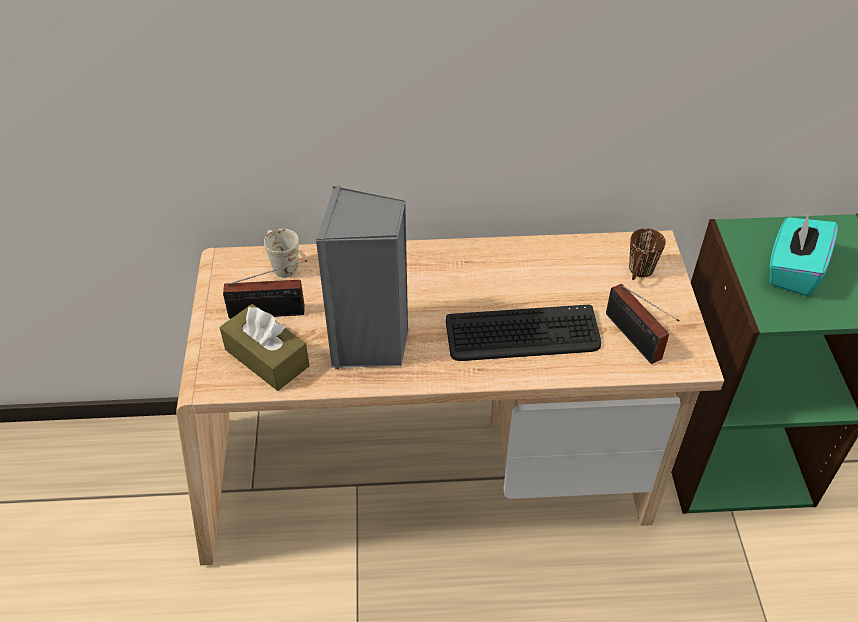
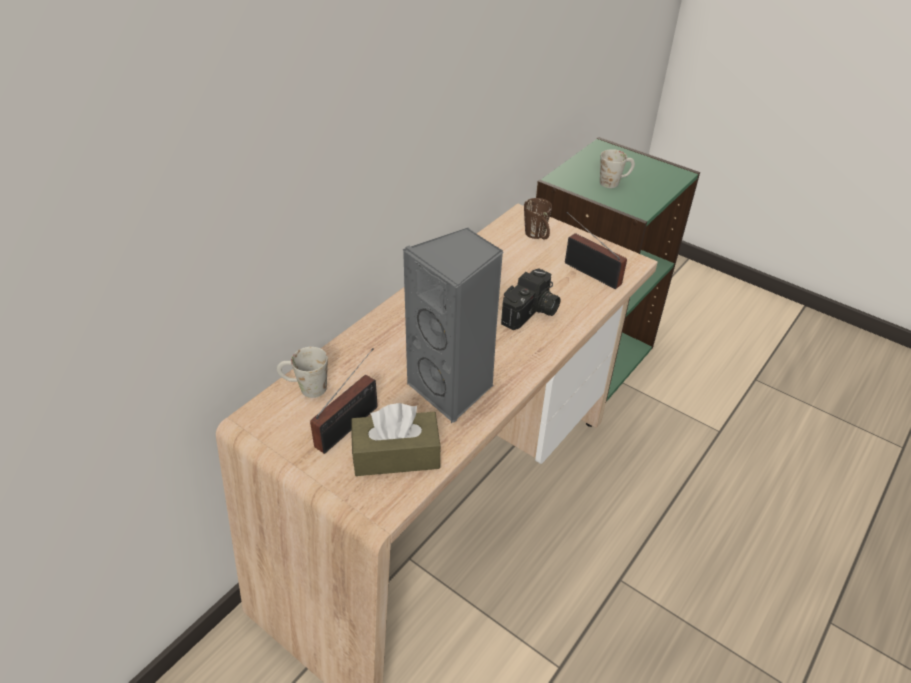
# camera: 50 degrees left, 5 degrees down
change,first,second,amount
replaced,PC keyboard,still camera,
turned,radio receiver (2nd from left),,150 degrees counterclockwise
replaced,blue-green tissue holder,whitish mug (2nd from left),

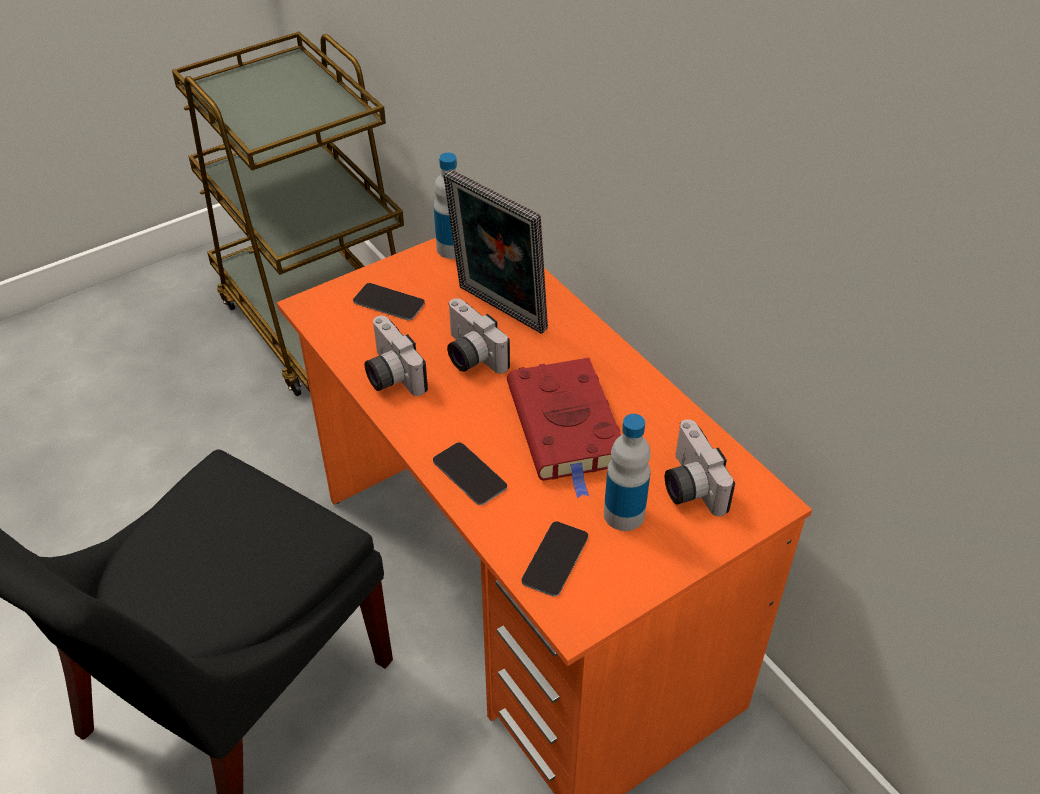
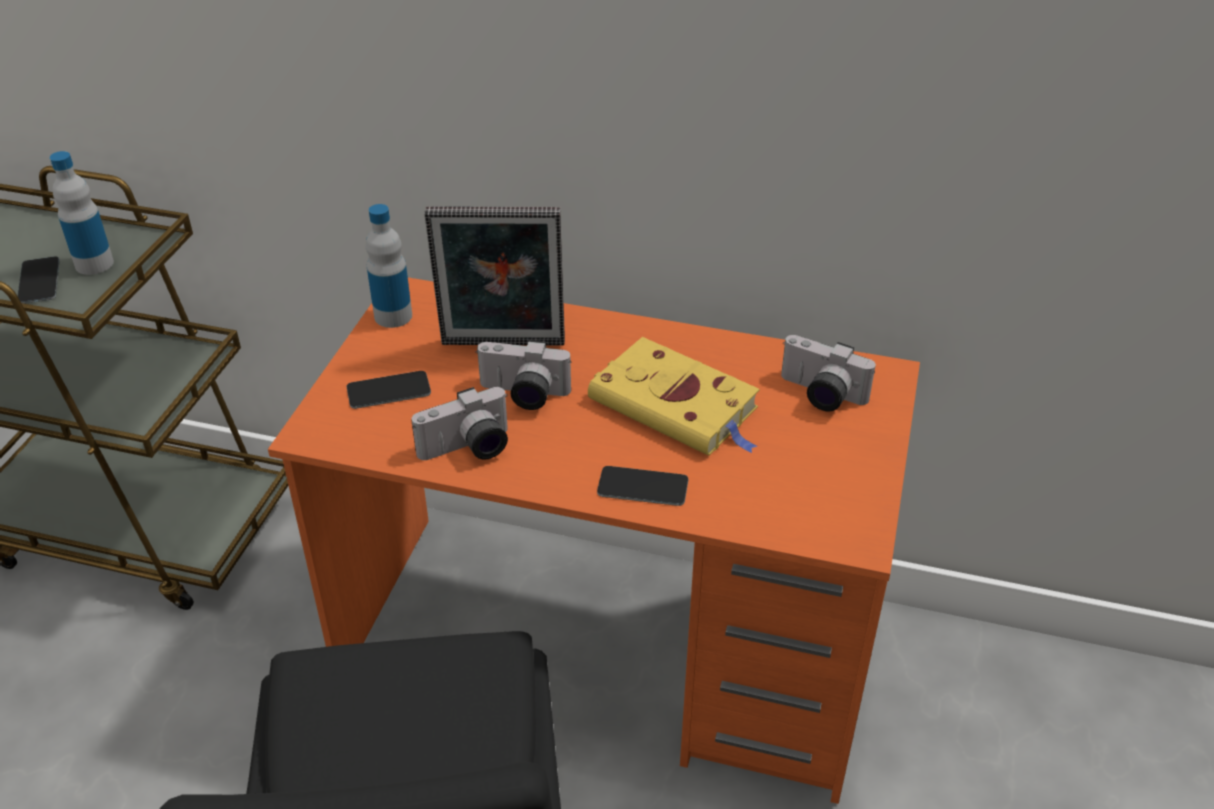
# camera: 40 degrees left, 5 degrees down
change,first,second,amount
moved,telephone (3rd from left in the first image),telephone (1st from left),
moved,beverage bottle (2nd from left in the first image),beverage bottle (1st from left),
turned,still camera (1st from left),,45 degrees counterclockwise
recoloured,red-coloured bound book,yellow-coloured bound book,

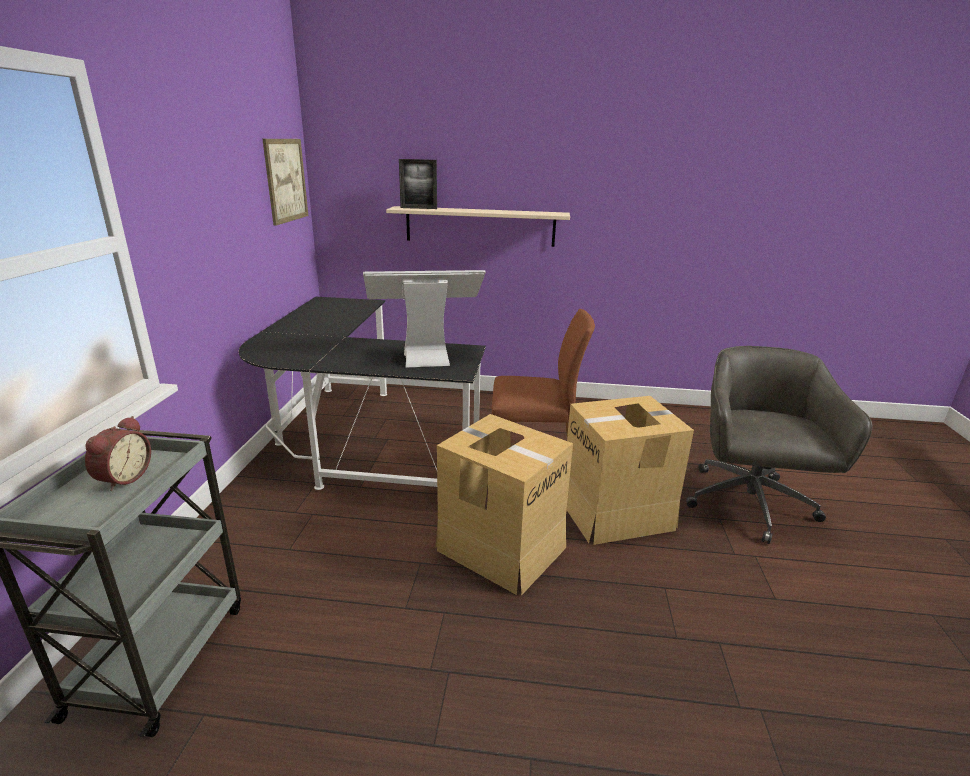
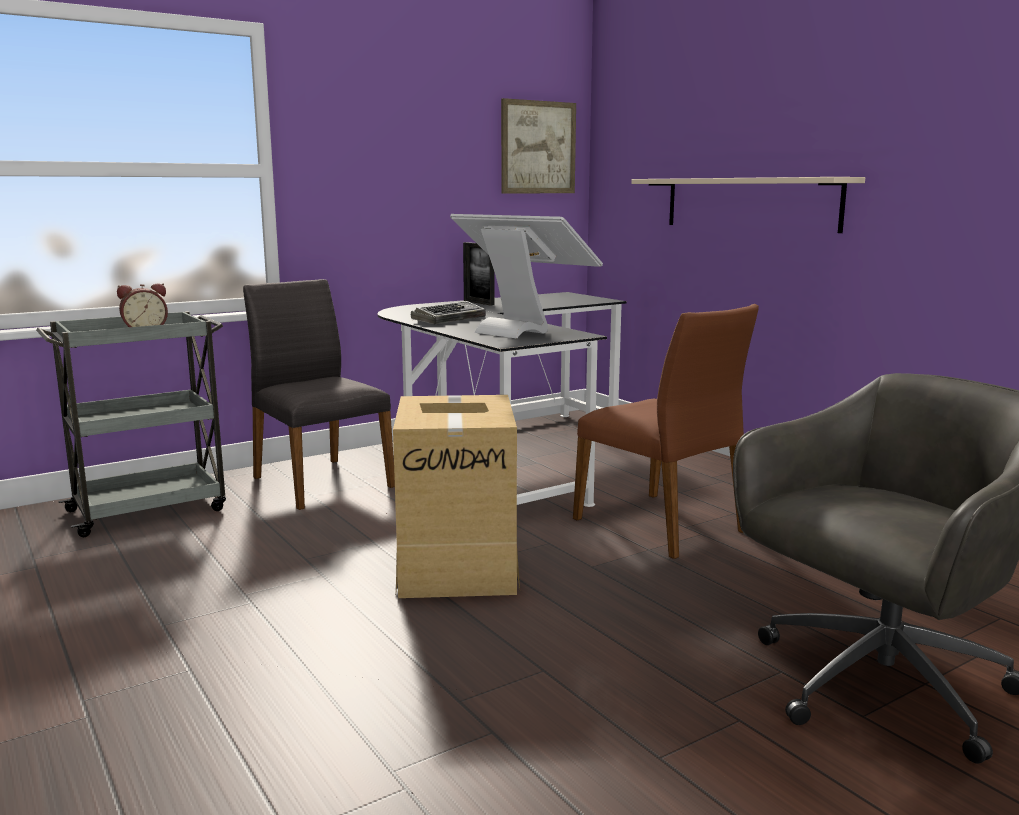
# camera: 50 degrees right, 10 degrees down
change,first,second,amount
added,,greyish upright chair,
added,,PC keyboard,
moved,picture frame,,
removed,carton (2nd from left),,

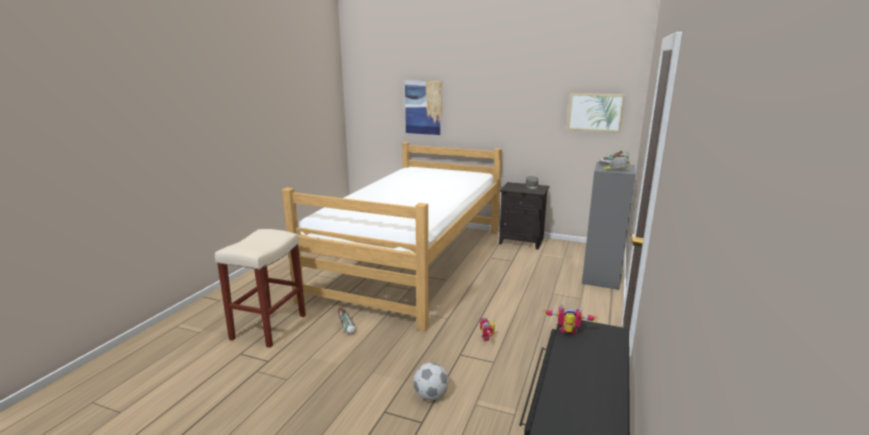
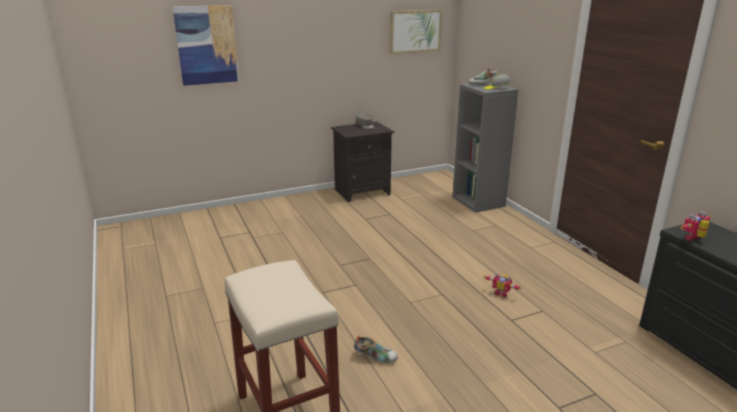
# camera: 45 degrees left, 5 degrees up
change,first,second,amount
removed,bed,,
removed,ball for football,,

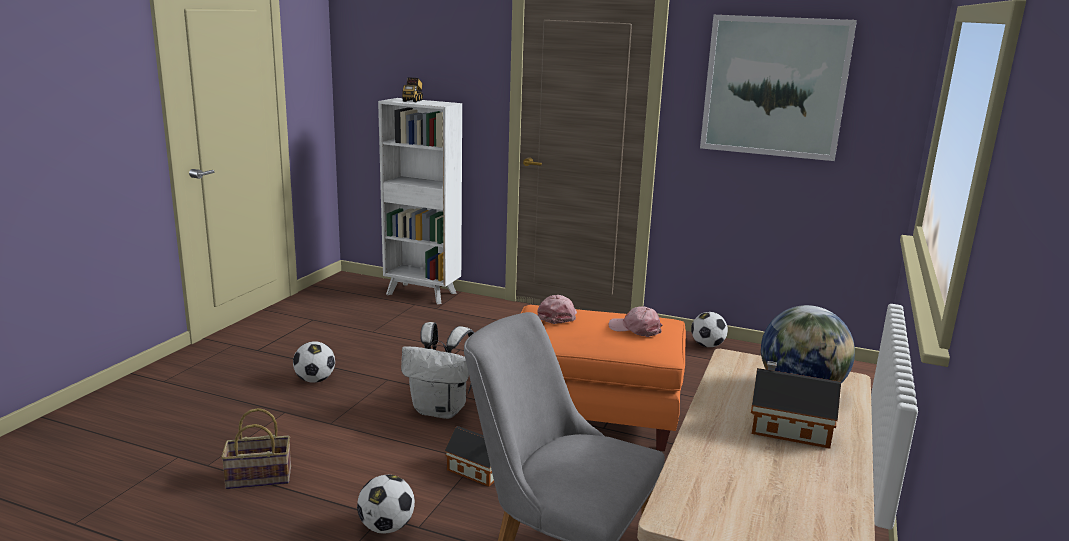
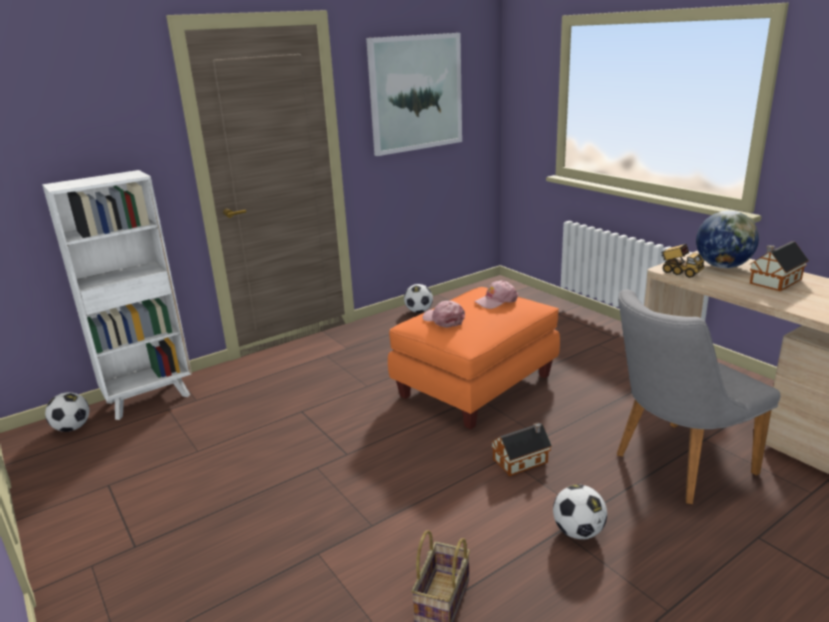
# camera: 55 degrees left, 5 degrees up
change,first,second,amount
moved,ball for football (1st from left),,
moved,toy truck,,
removed,whitish knapsack,,

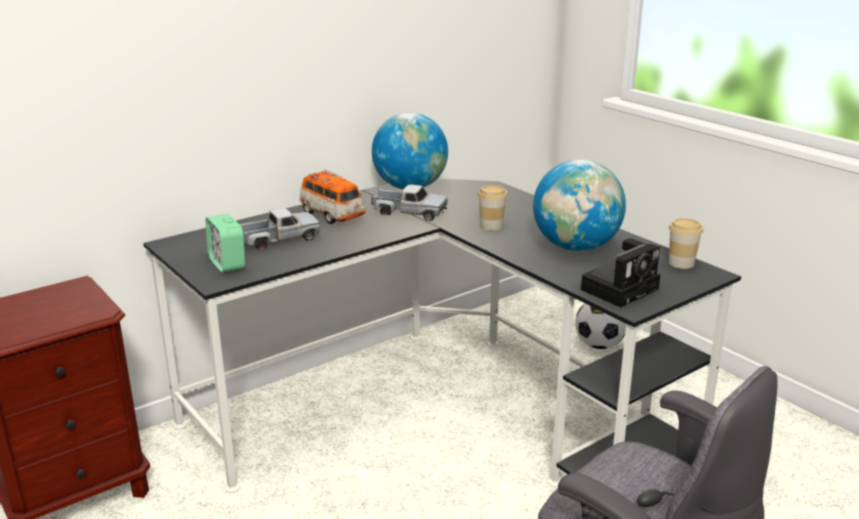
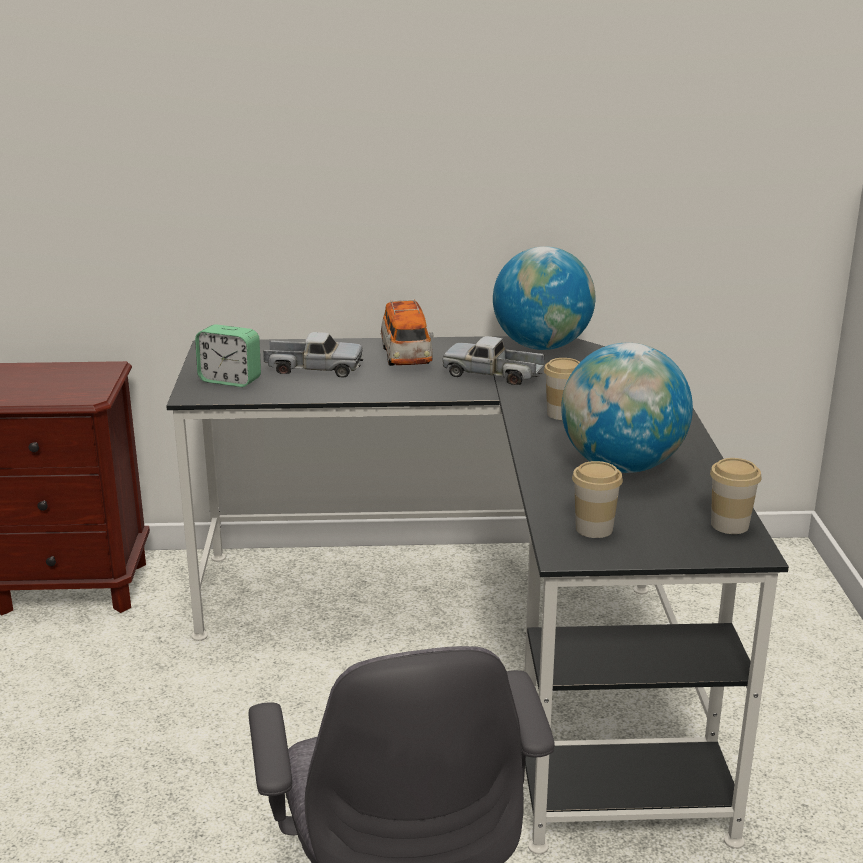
# camera: 35 degrees right, 0 degrees up
change,first,second,amount
turned,table clock,,75 degrees counterclockwise
turned,toy truck (2nd from left),,150 degrees clockwise
replaced,still camera,drinking cup (2nd from left),
removed,ball for football,,

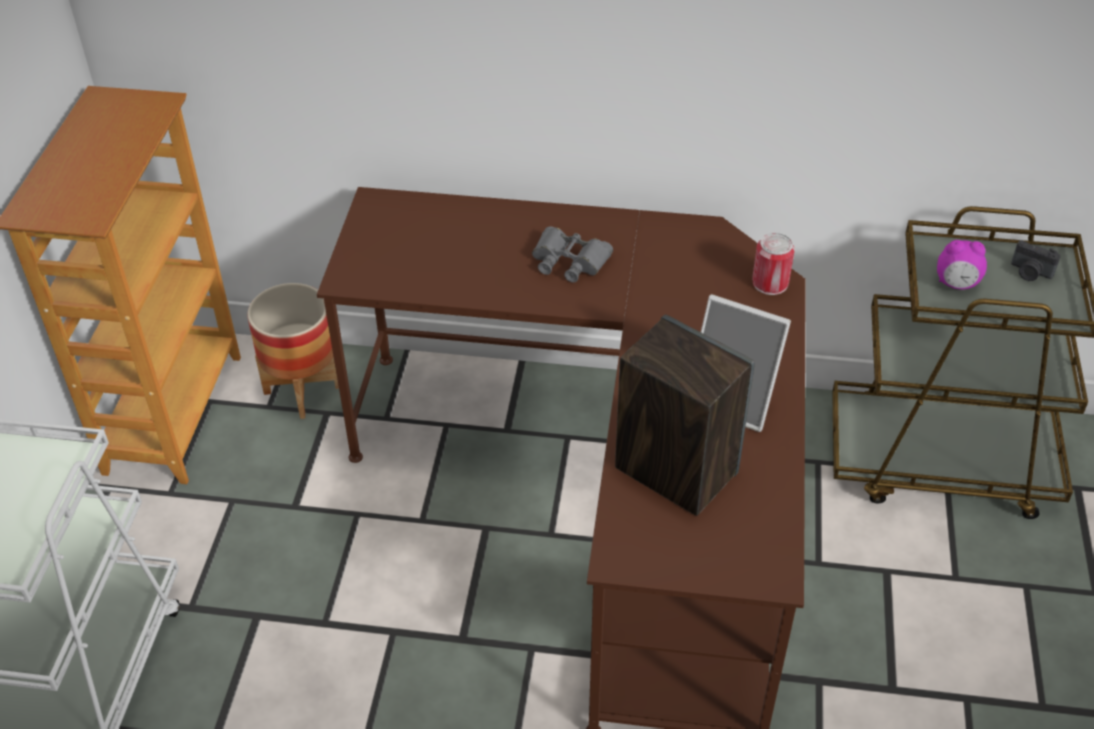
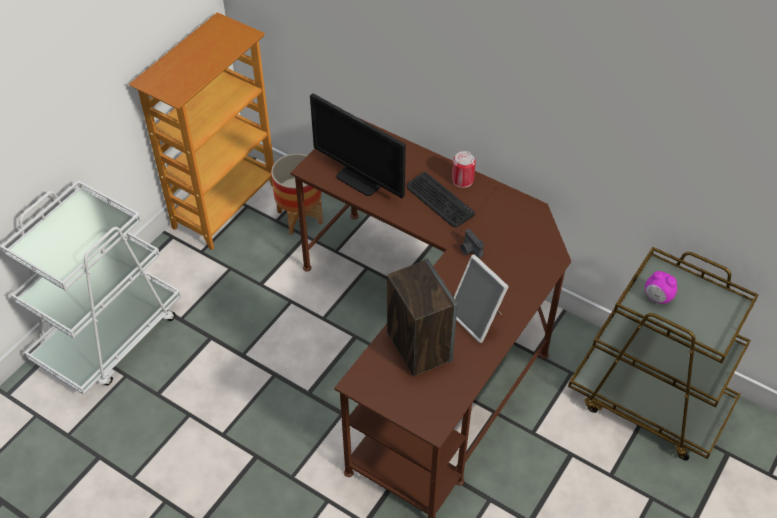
# camera: 25 degrees right, 5 degrees up
change,first,second,amount
added,,monitor,
replaced,greyish pair of binoculars,PC keyboard,
moved,sealed can,,
moved,still camera,,

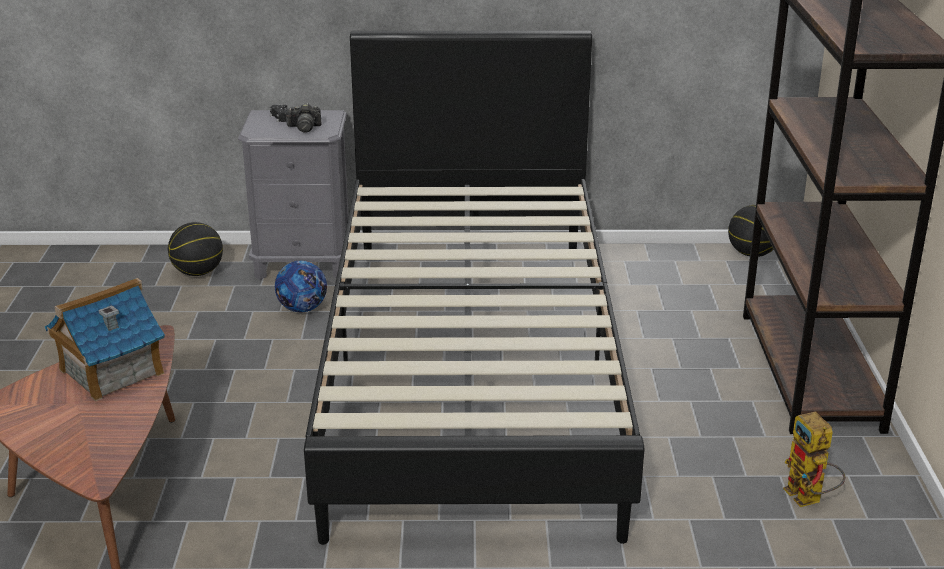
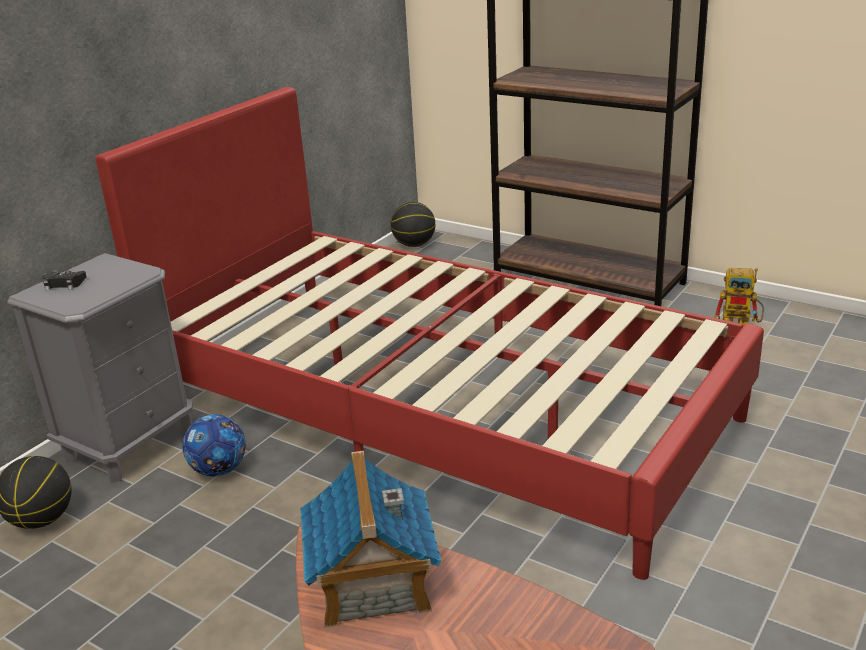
# camera: 55 degrees left, 0 degrees up
change,first,second,amount
recoloured,black bed,red-coloured bed,
removed,still camera,,

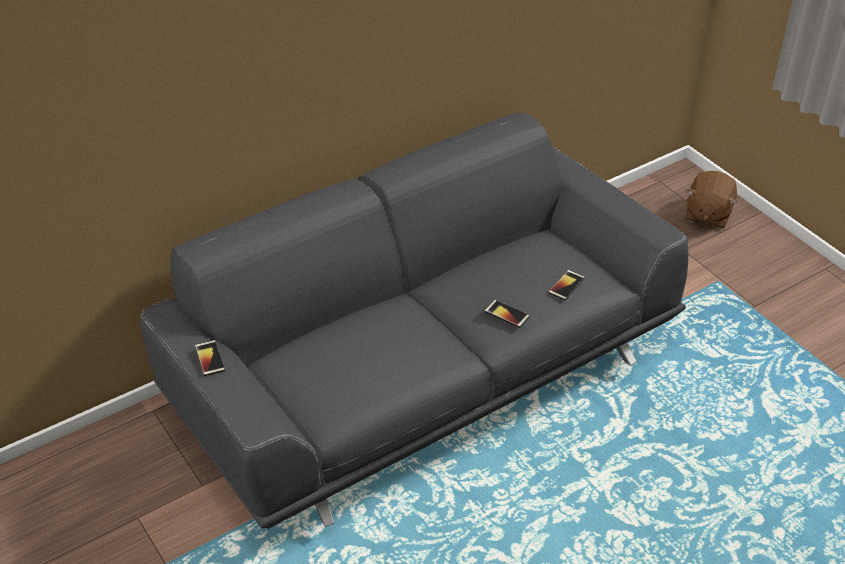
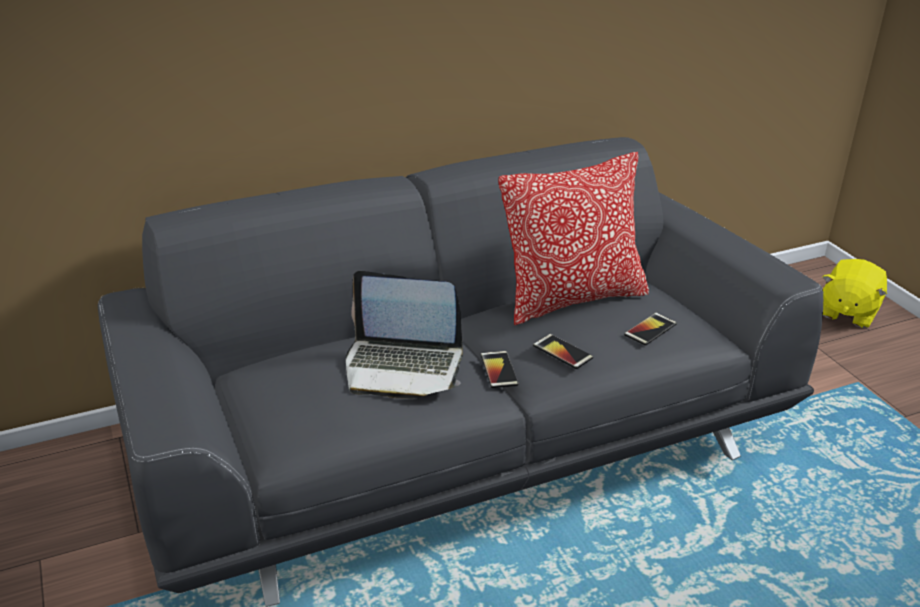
# camera: 10 degrees right, 10 degrees down
change,first,second,amount
added,,portable computer,
moved,telephone (1st from left),,
added,,throw pillow,
recoloured,brown soft toy,yellow-coloured soft toy,

